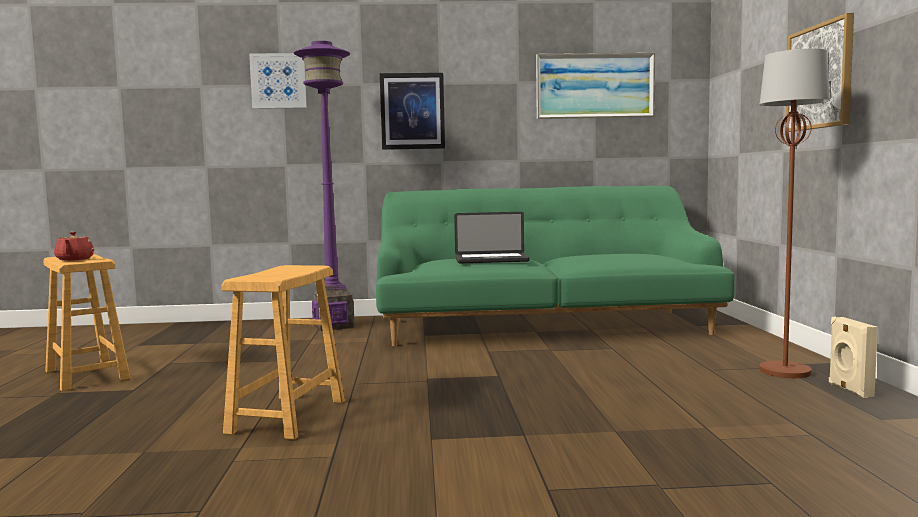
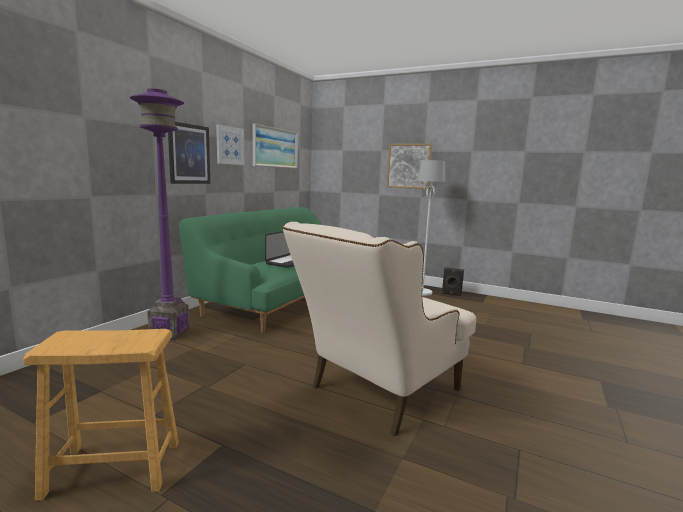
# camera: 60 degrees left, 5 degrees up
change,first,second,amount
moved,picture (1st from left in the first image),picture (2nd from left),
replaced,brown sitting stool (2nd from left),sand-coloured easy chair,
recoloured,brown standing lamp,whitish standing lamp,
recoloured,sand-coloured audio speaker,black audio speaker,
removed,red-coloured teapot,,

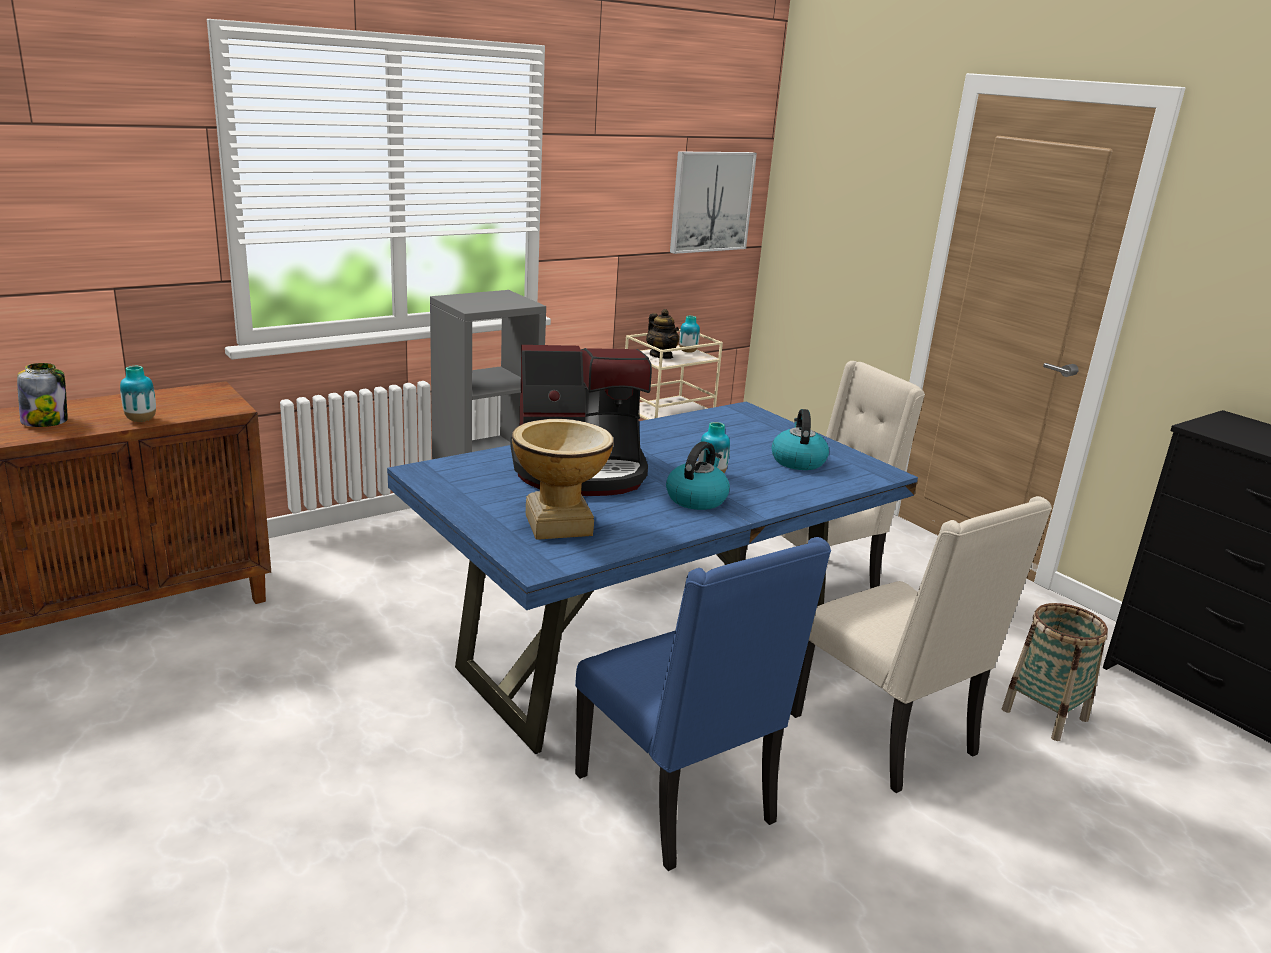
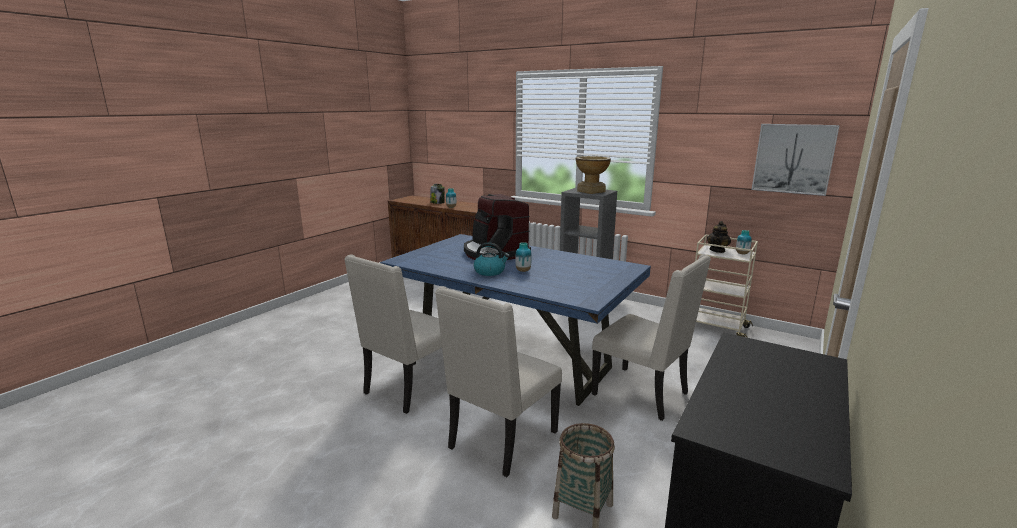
# camera: 70 degrees right, 5 degrees down
change,first,second,amount
recoloured,bluish upright chair,sand-coloured upright chair (1st from left),
moved,flower vase (2nd from left in the first image),flower vase (3rd from left),
removed,water kettle (2nd from left),,

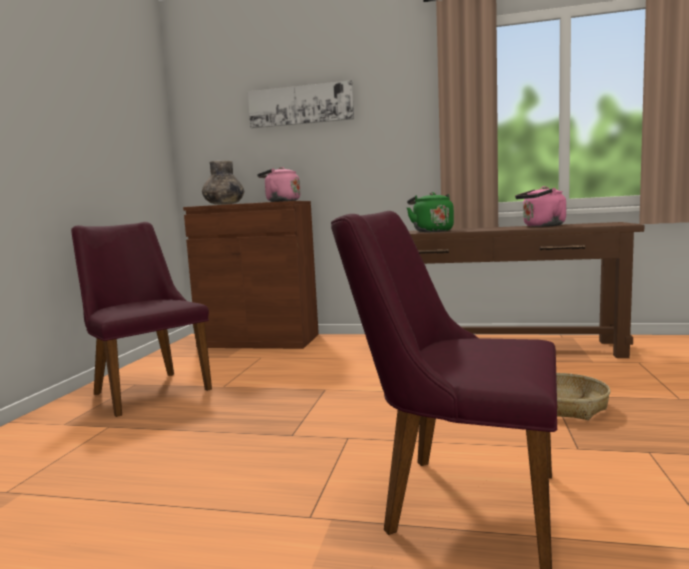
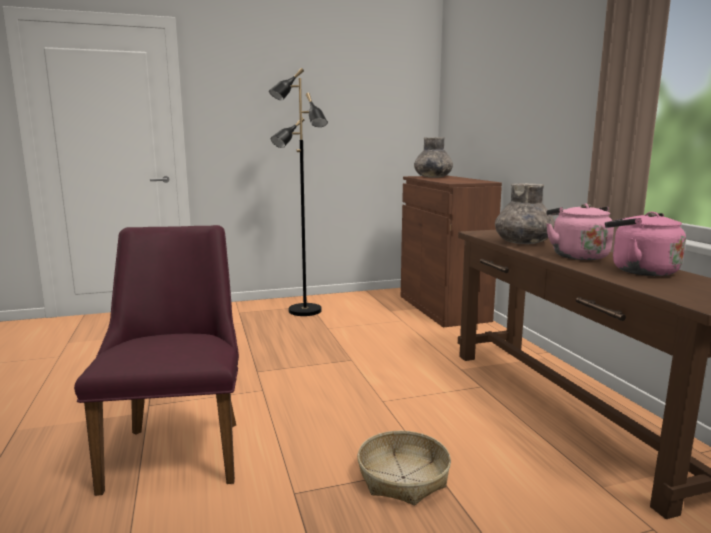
# camera: 60 degrees right, 5 degrees up
change,first,second,amount
replaced,purple upright chair (1st from left),black standing lamp,
replaced,green water kettle,greyish flower vase (2nd from left),
moved,pinkish water kettle (1st from left),,
removed,picture,,

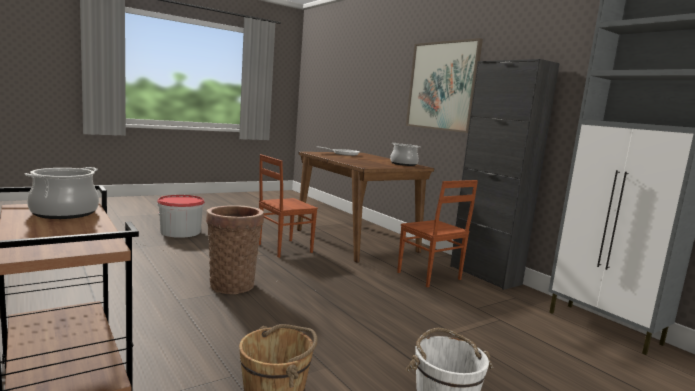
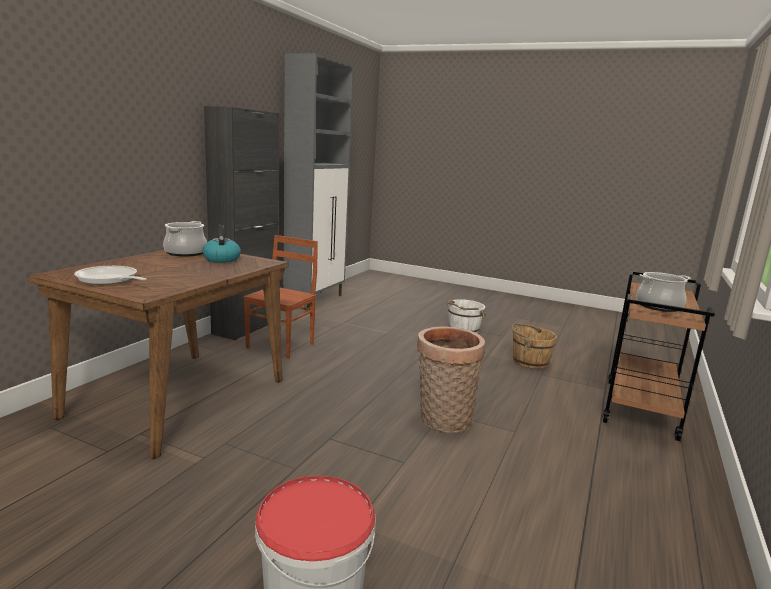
# camera: 120 degrees left, 5 degrees up
change,first,second,amount
added,,water kettle,
removed,brown upright chair (1st from left),,
removed,picture,,

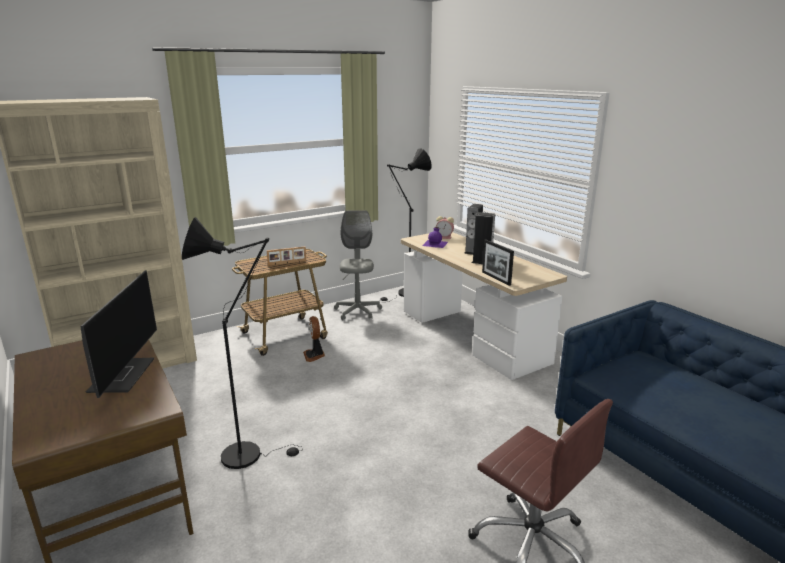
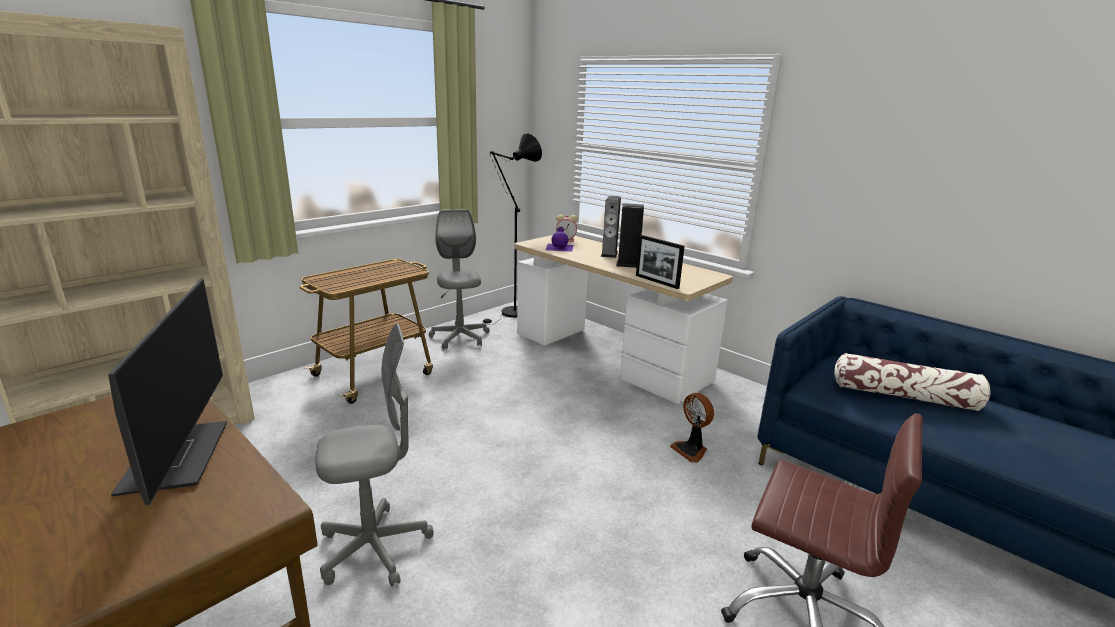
# camera: 15 degrees left, 0 degrees up
change,first,second,amount
replaced,black standing lamp (1st from left),greyish desk chair (1st from left),
moved,cooling fan,,
added,,throw pillow,
removed,picture frame (1st from left),,

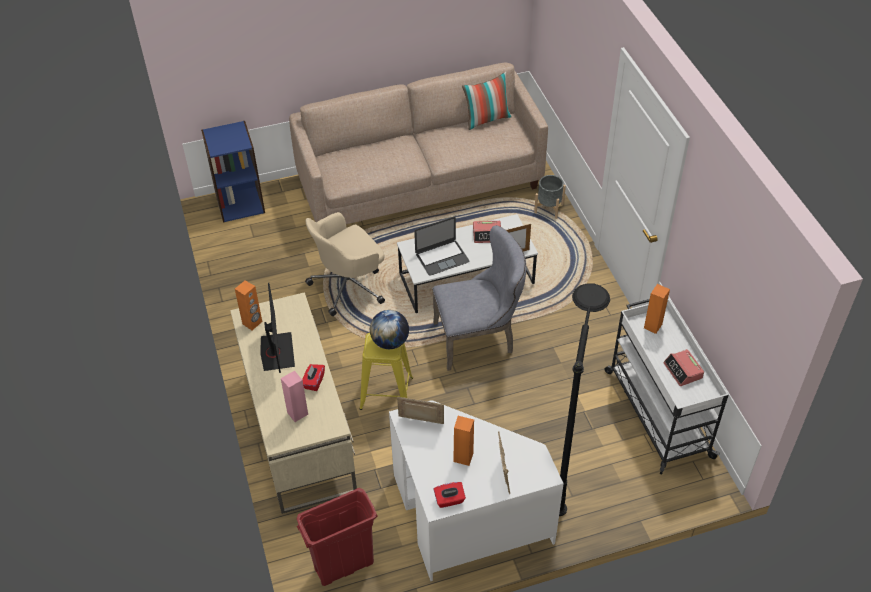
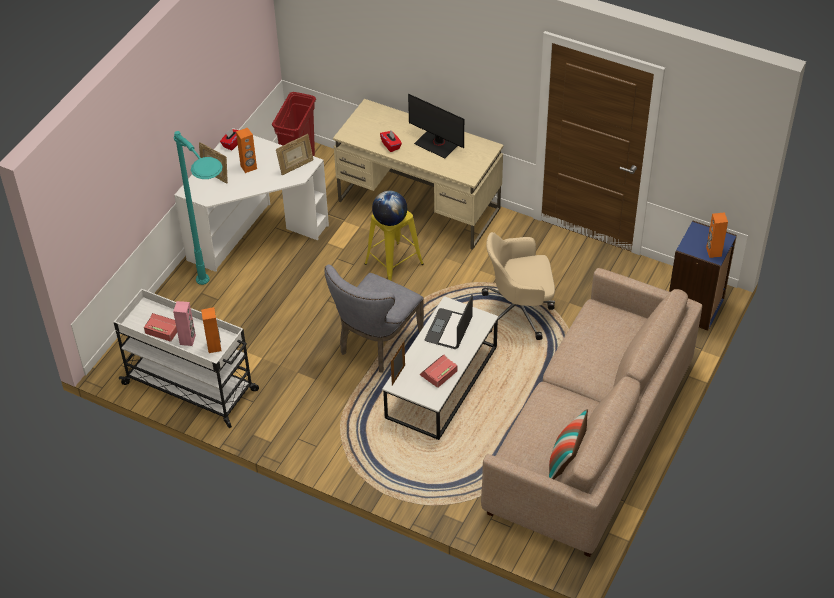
# camera: 135 degrees right, 0 degrees up
change,first,second,amount
moved,pinkish audio speaker,,
recoloured,black standing lamp,blue-green standing lamp,
turned,sand-coloured desk chair,,105 degrees counterclockwise
moved,orange audio speaker (1st from left in the first image),orange audio speaker (3rd from left),
removed,greyish planter,,

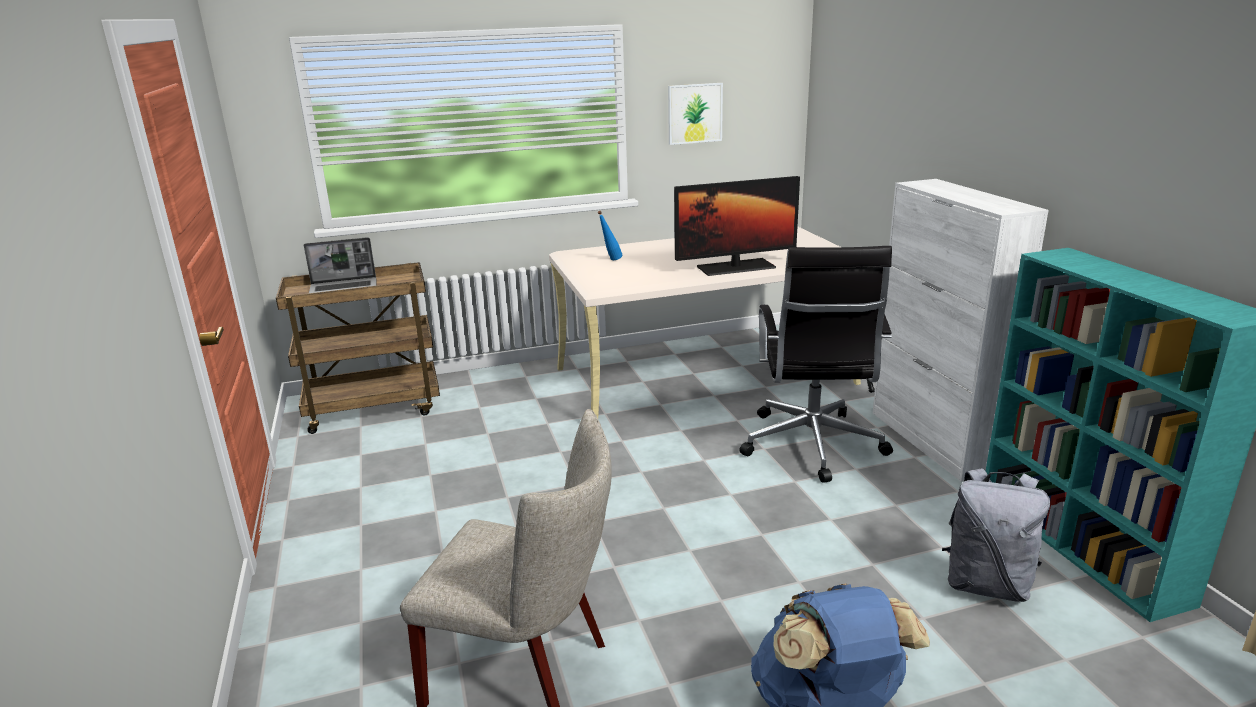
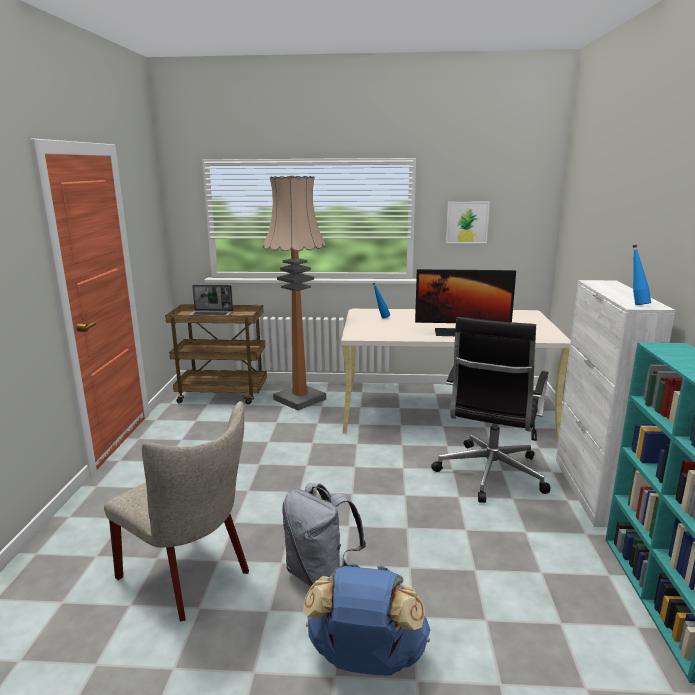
# camera: 20 degrees right, 5 degrees down
change,first,second,amount
added,,standing lamp,
moved,greyish knapsack,,
added,,bluish beverage bottle (2nd from left),

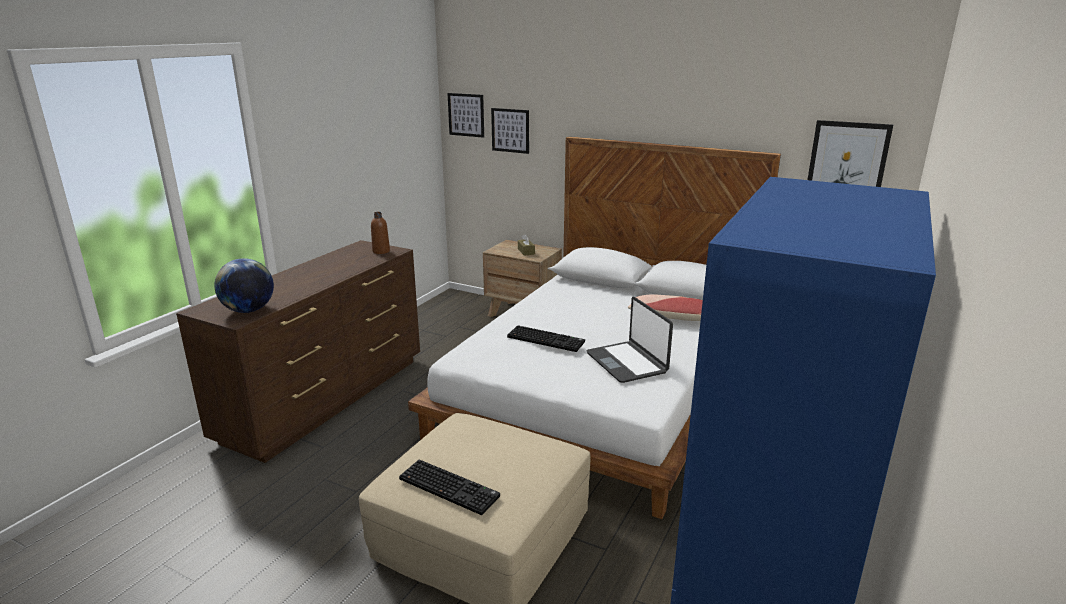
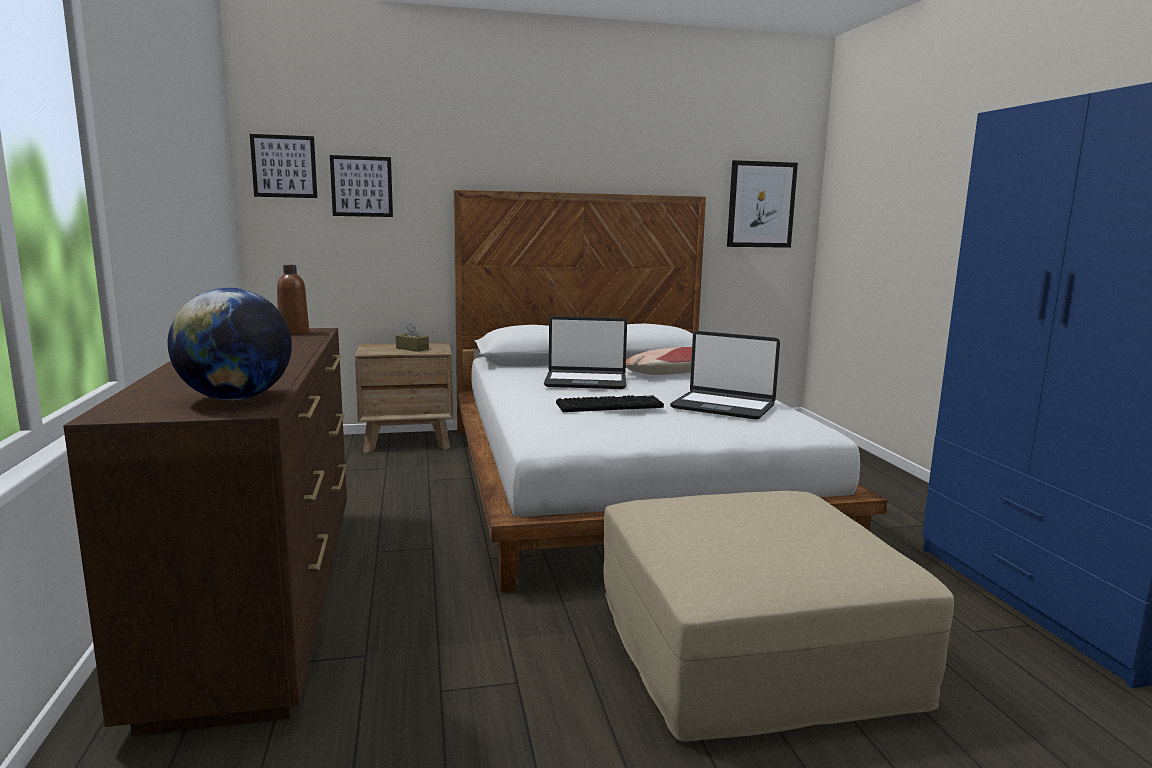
# camera: 40 degrees left, 10 degrees down
change,first,second,amount
added,,portable computer (1st from left),
removed,PC keyboard (1st from left),,

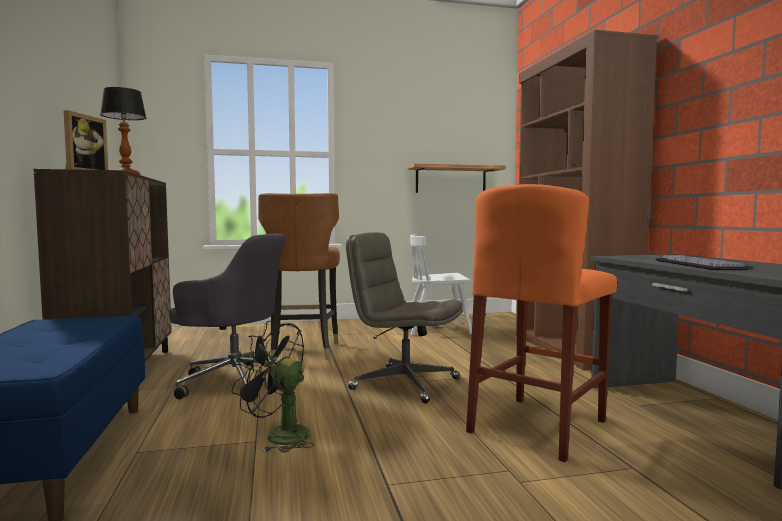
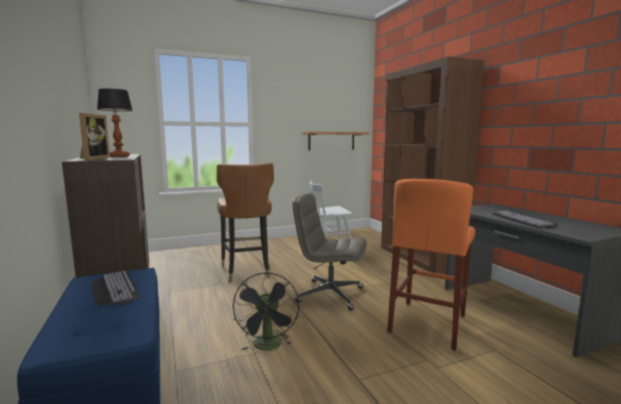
# camera: 10 degrees left, 5 degrees up
change,first,second,amount
added,,PC keyboard (1st from left),
turned,black cooling fan,,105 degrees counterclockwise
removed,greyish desk chair (1st from left),,

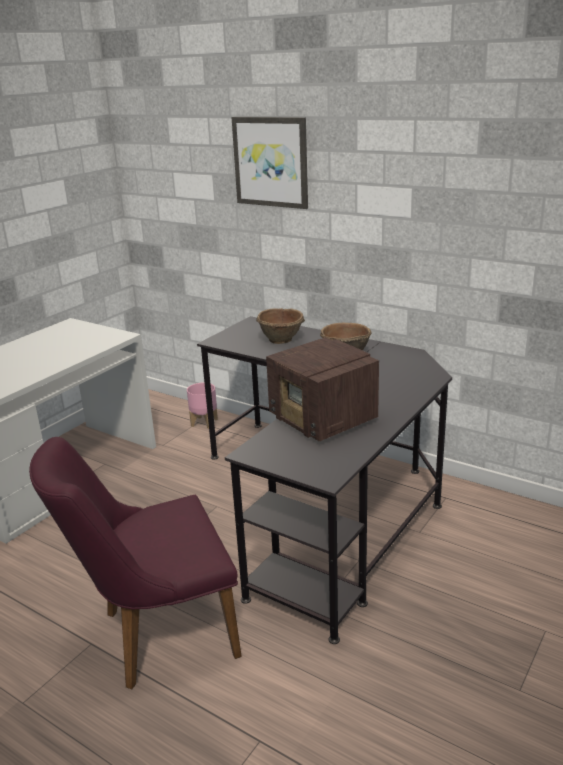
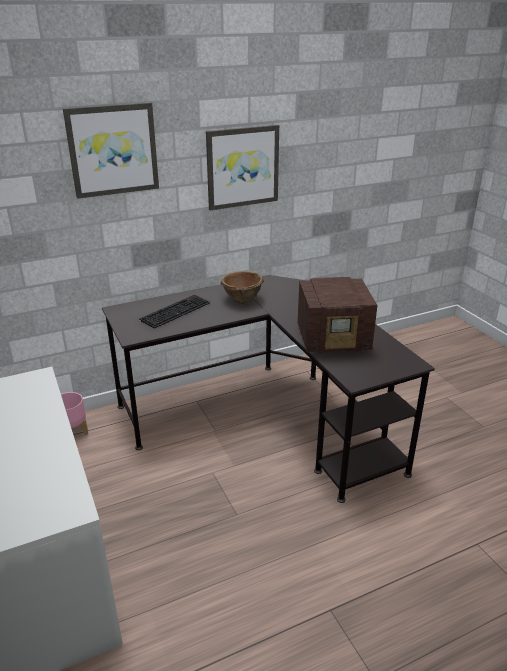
# camera: 60 degrees left, 5 degrees up
change,first,second,amount
replaced,brown serving bowl (1st from left),PC keyboard,
added,,picture (2nd from left),
removed,purple upright chair,,

